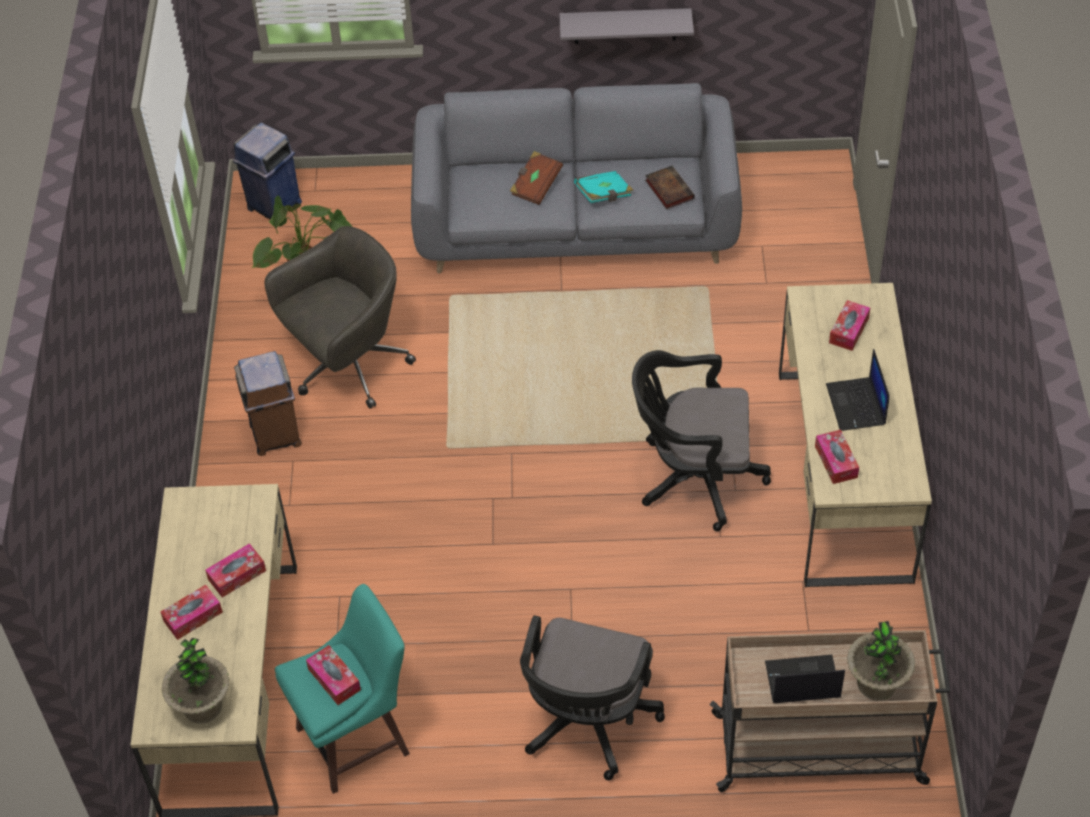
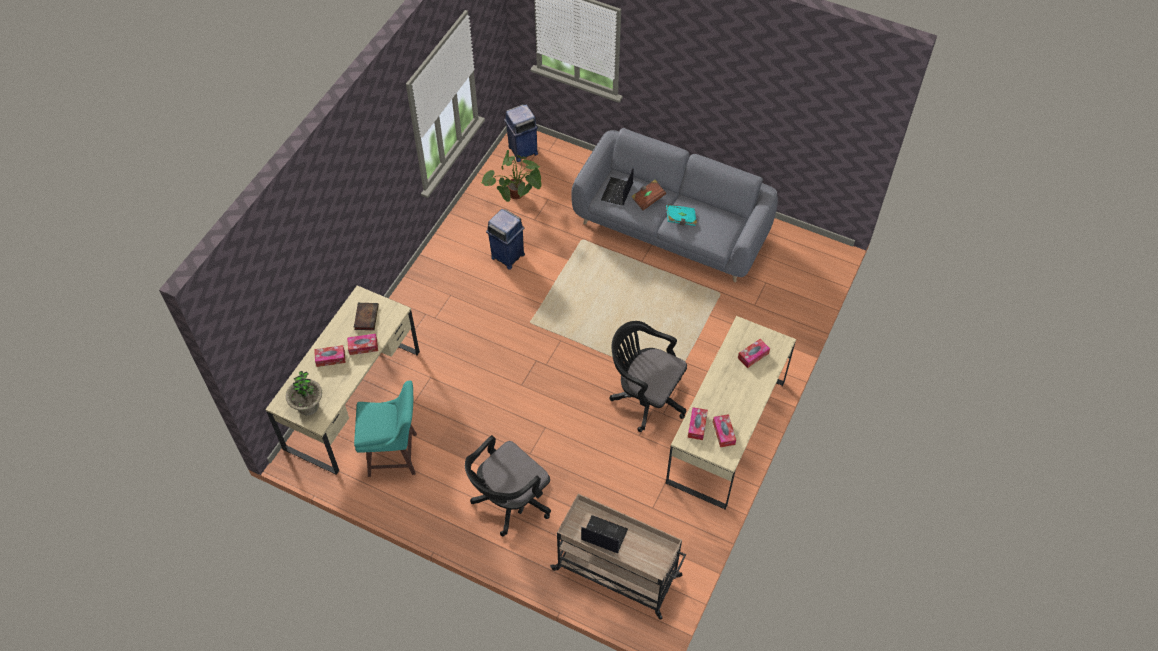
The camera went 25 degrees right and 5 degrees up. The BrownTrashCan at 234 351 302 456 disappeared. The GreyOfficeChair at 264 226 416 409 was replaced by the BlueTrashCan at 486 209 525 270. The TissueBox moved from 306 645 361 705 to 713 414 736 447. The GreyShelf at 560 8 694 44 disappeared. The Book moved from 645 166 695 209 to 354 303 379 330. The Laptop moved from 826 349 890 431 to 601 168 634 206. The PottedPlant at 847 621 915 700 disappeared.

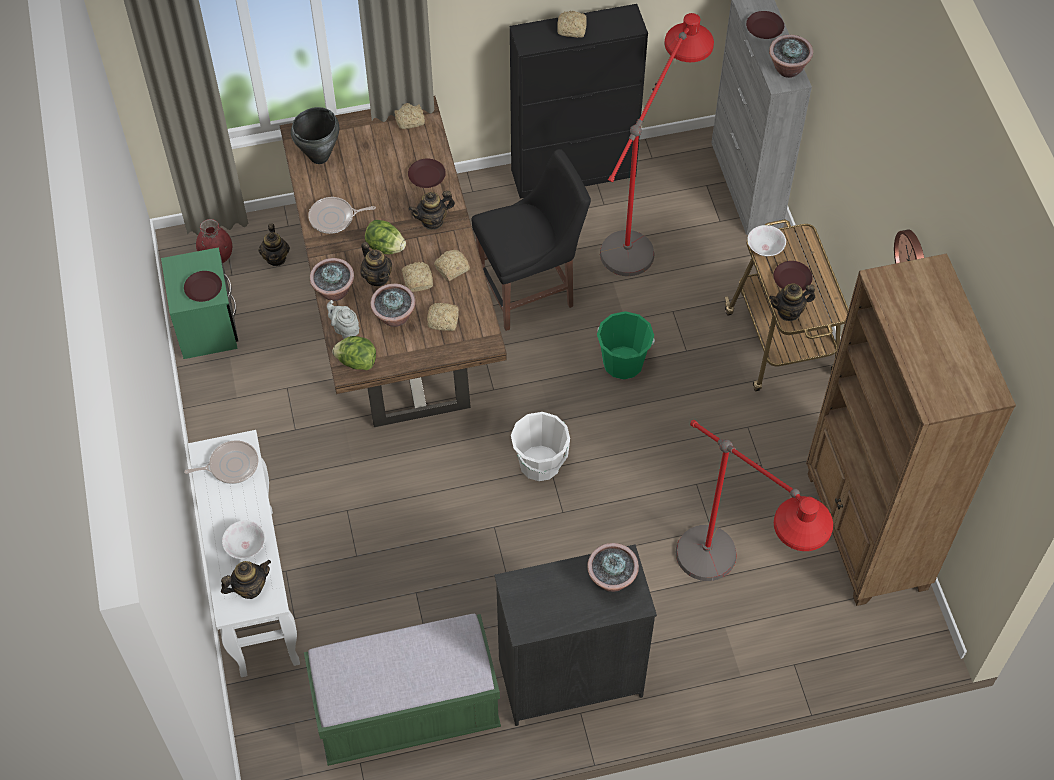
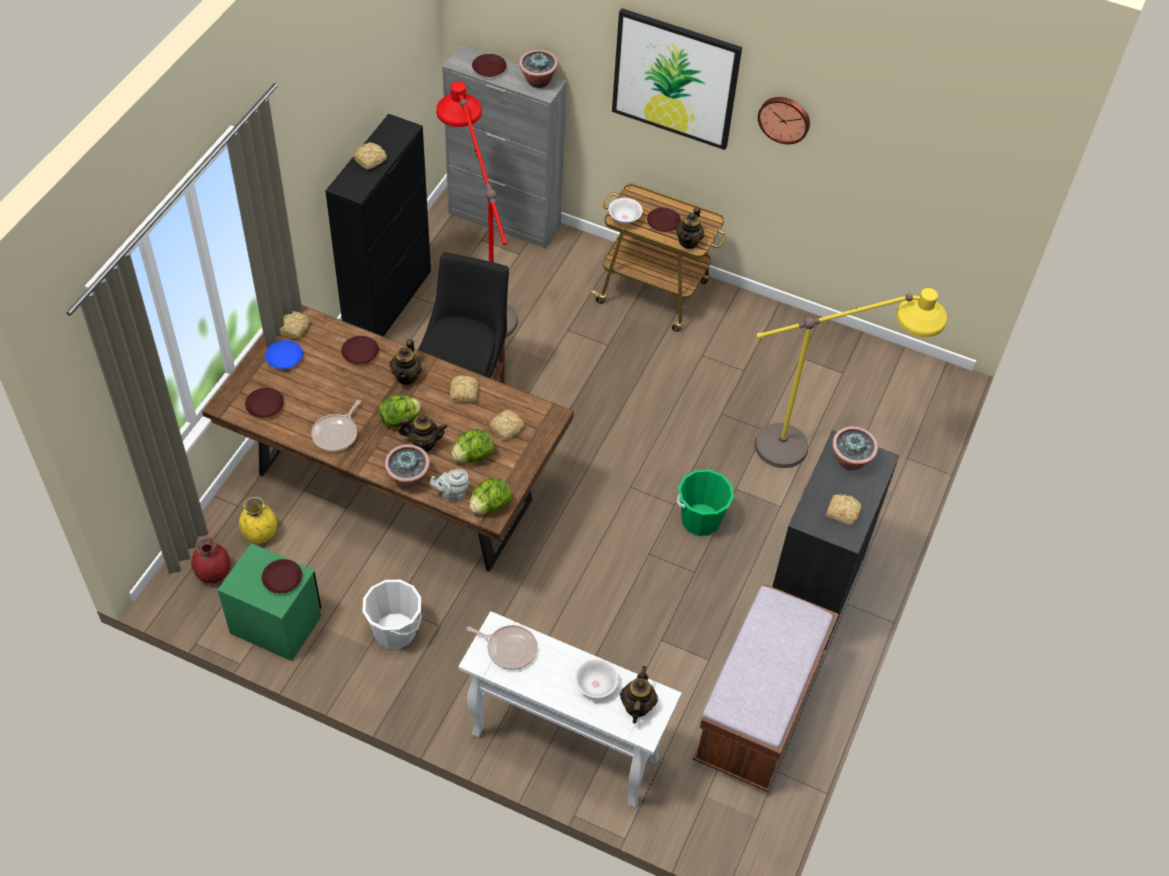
The camera went 55 degrees left and 5 degrees down. The FryingPan at 184 440 259 484 turned 90 degrees clockwise. The Teapot at 259 223 290 266 was replaced by the YellowVase at 239 497 277 543. The BlackCookingPot at 291 107 339 164 was replaced by the BrownPlate at 245 388 284 418. The GreenBench at 304 614 501 766 became the BrownBench at 693 584 839 792. The PottedPlant at 370 284 416 327 was replaced by the Lettuce at 452 429 494 463. The Bread moved from 402 262 433 292 to 826 494 861 526. The WhiteBucket moved from 511 412 570 481 to 362 580 422 649. The GreenBucket moved from 597 311 655 380 to 676 470 734 536. The RedFloorLamp at 676 420 833 581 became the YellowFloorLamp at 755 288 947 468. The BrownBookcase at 806 253 1016 606 disappeared. The BluePlate at 265 340 303 369 appeared. The Picture at 612 8 742 150 appeared.

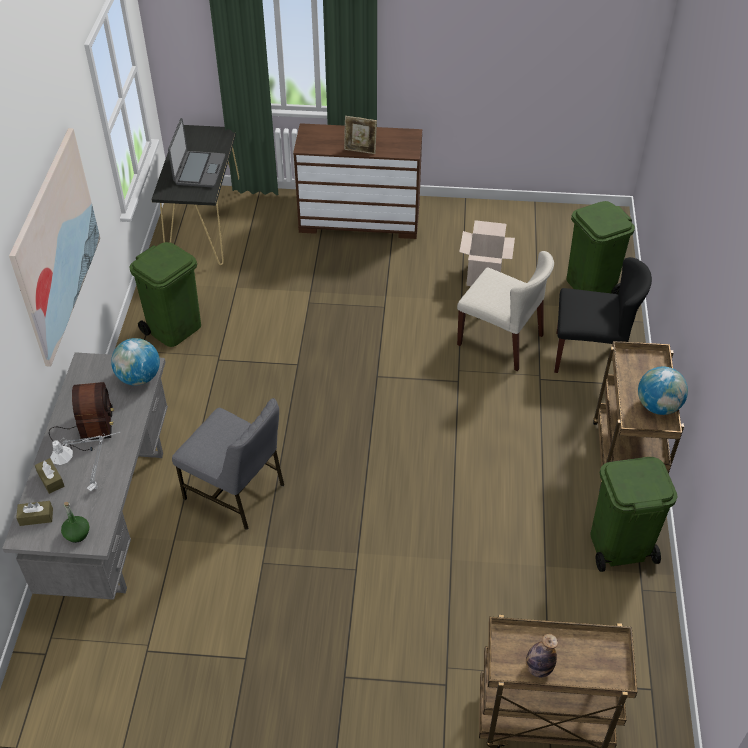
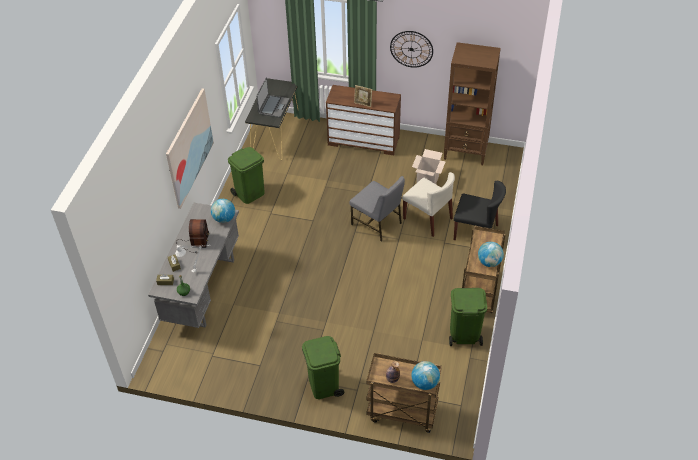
The camera went 10 degrees right and 0 degrees up. The GreyChair moved from 172 398 284 530 to 349 176 405 242. The GreenTrashCan moved from 567 201 635 295 to 302 336 344 399. The WallClock at 390 31 433 68 appeared. The Globe at 412 361 440 390 appeared. The BrownBookcase at 444 42 501 165 appeared.

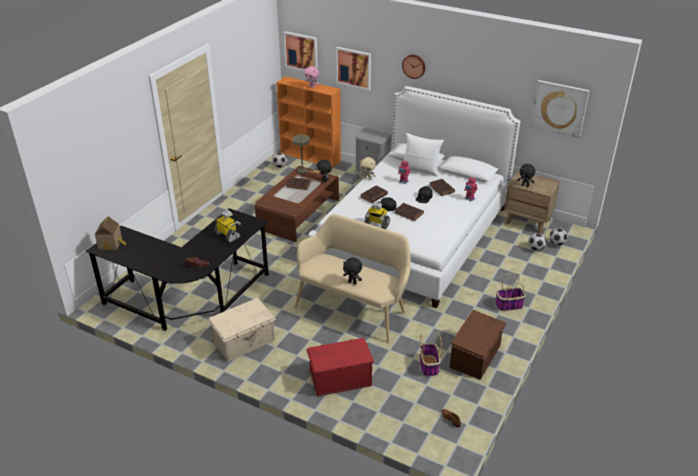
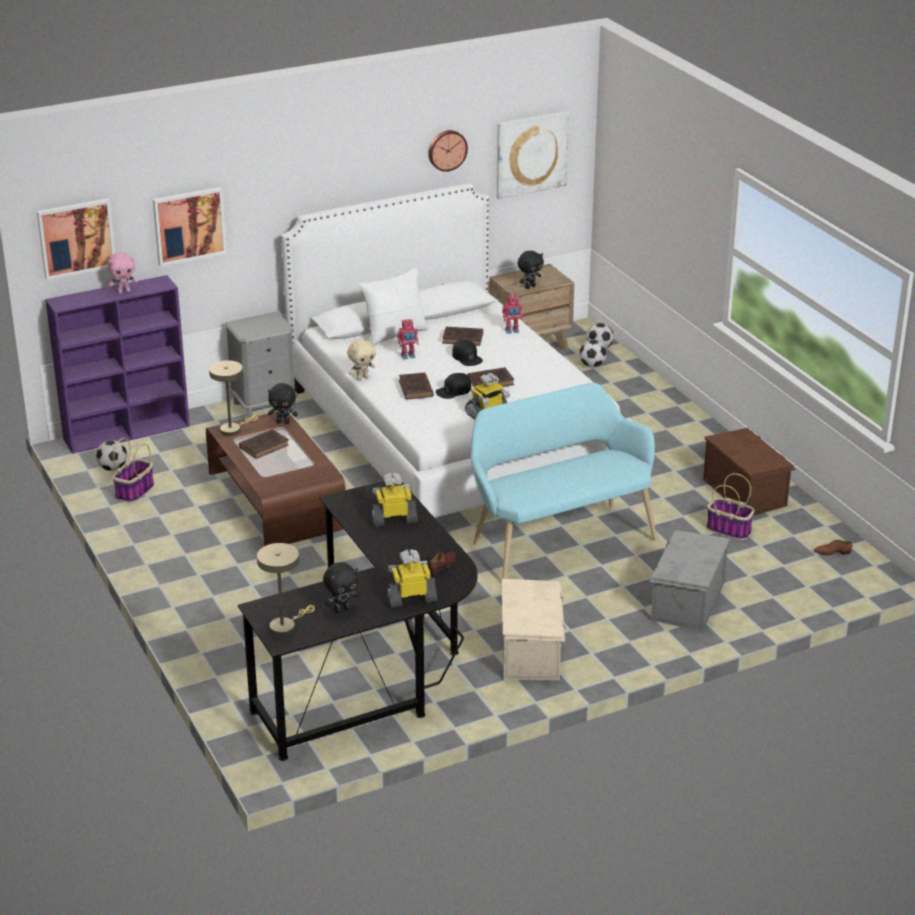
The camera went 55 degrees left and 5 degrees down. The ToyHouse at 95 216 126 250 was replaced by the BeigeTableLamp at 257 543 315 636. The OrangeBookcase at 276 76 341 168 became the PurpleBookcase at 45 275 190 454. The BeigeBench at 295 214 411 343 became the TurquoiseBench at 471 383 657 579. The RedStorageBox at 306 338 375 396 became the GreyStorageBox at 649 530 730 631. The BlackPlushToy moved from 343 258 362 284 to 323 562 359 613. The WallClock moved from 402 55 425 79 to 428 130 468 172. The Basket moved from 495 273 526 311 to 112 438 154 503. The ToyRobot at 387 550 437 608 appeared.

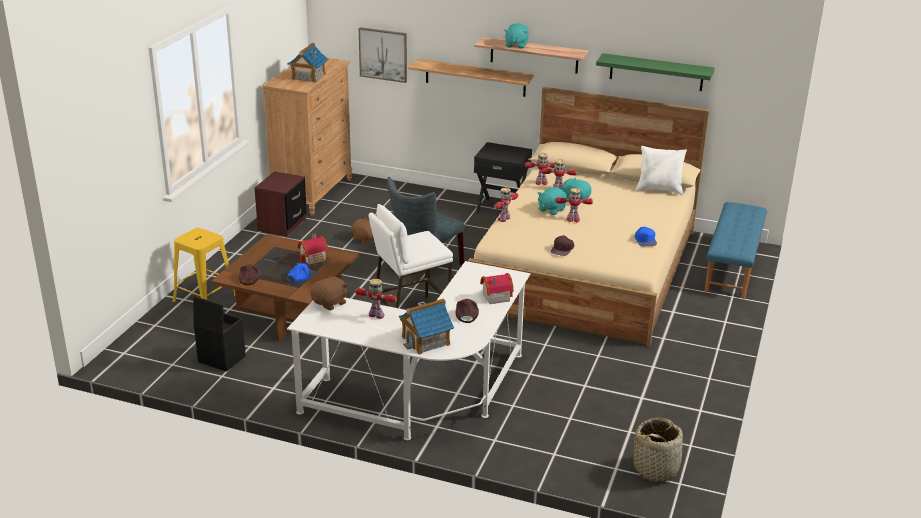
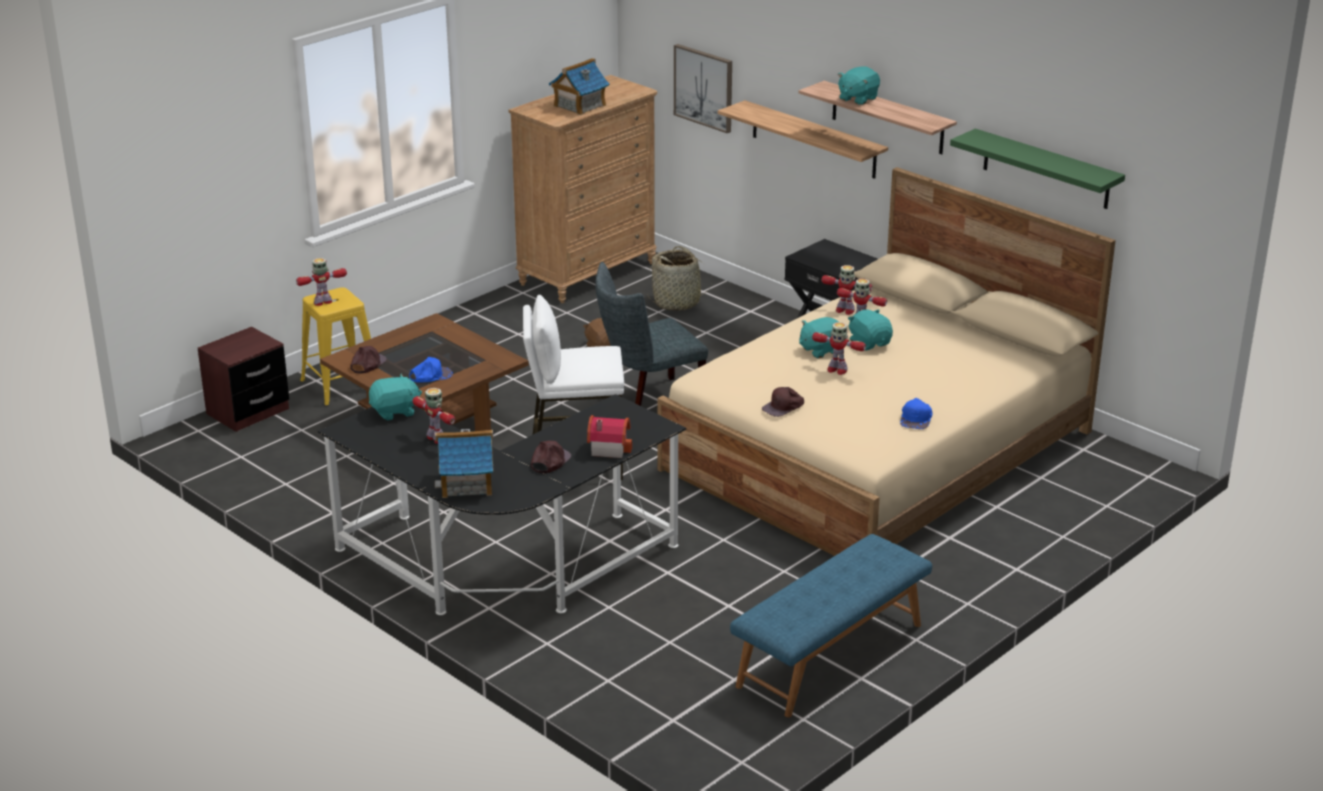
The camera went 25 degrees right and 0 degrees up. The BlackStorageBox at 193 296 246 372 disappeared. The BrownNightstand moved from 255 171 307 237 to 198 327 289 432. The WhiteDesk at 287 261 530 440 became the BlackDesk at 318 394 686 615. The ToyHouse at 297 233 328 266 disappeared. The BrownPlushToy at 310 275 347 311 became the TurquoisePlushToy at 369 373 422 421. The ToyRobot moved from 494 188 518 222 to 296 258 347 306. The Basket moved from 633 417 685 483 to 648 246 712 311. The WhitePillow at 636 146 687 195 disappeared. The BlueBench moved from 705 202 767 299 to 730 534 932 717.

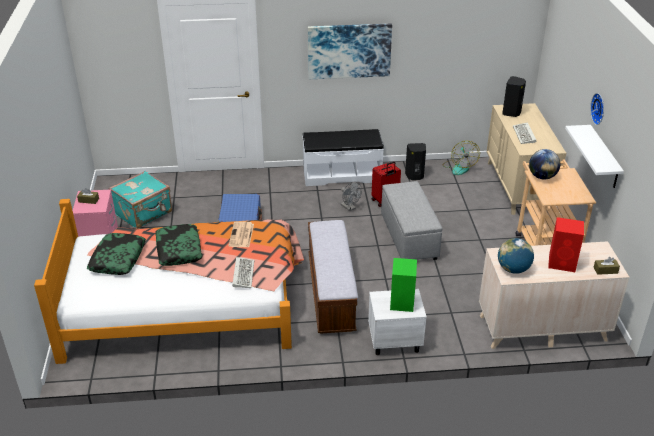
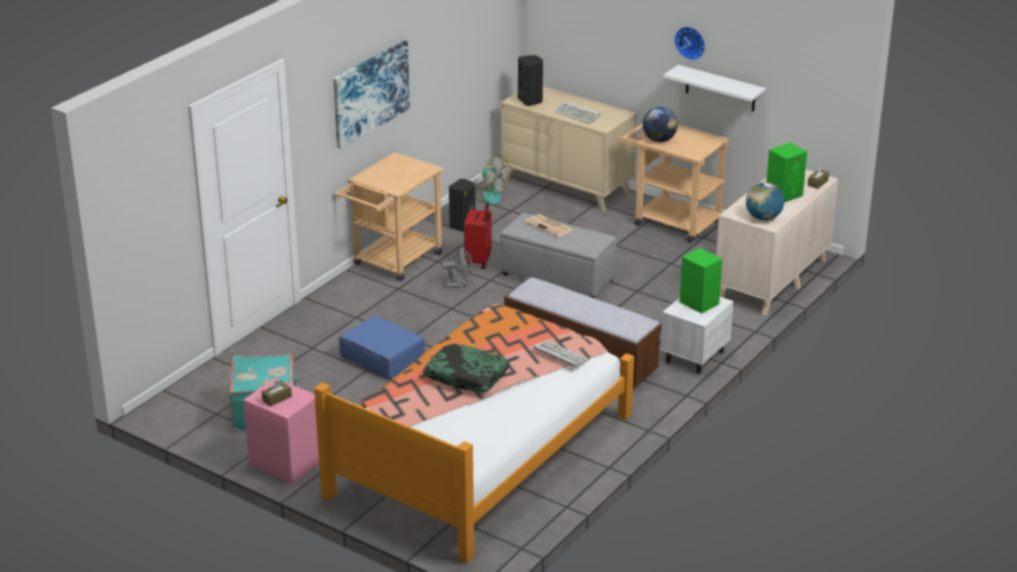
The camera went 50 degrees left and 5 degrees down. The Pillow at 87 233 146 275 disappeared. The Newspaper moved from 229 221 254 247 to 525 214 574 237. The WhiteBench at 302 129 384 186 was replaced by the BeigeCart at 335 152 444 281. The RedSpeaker at 548 217 584 272 became the GreenSpeaker at 766 143 807 203.

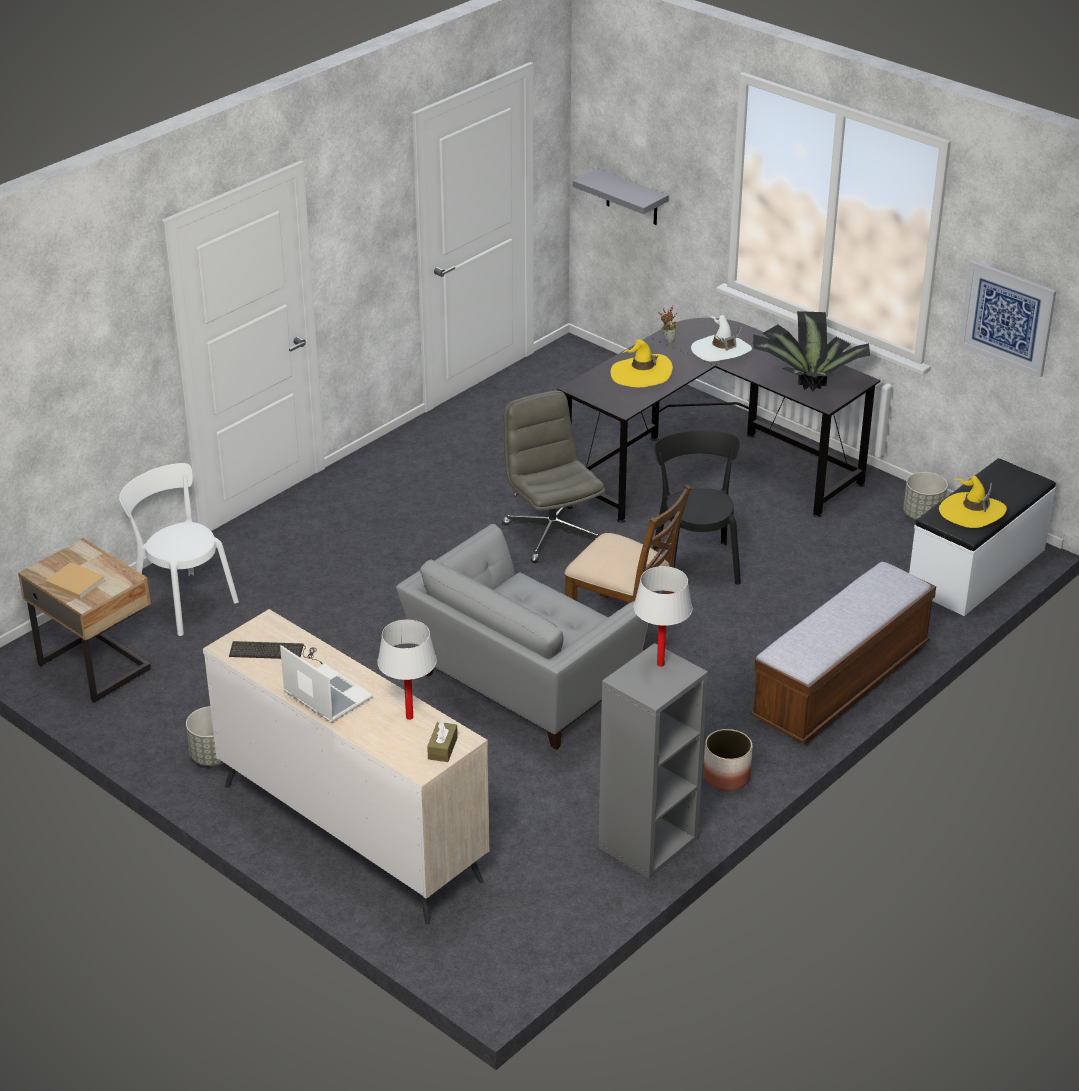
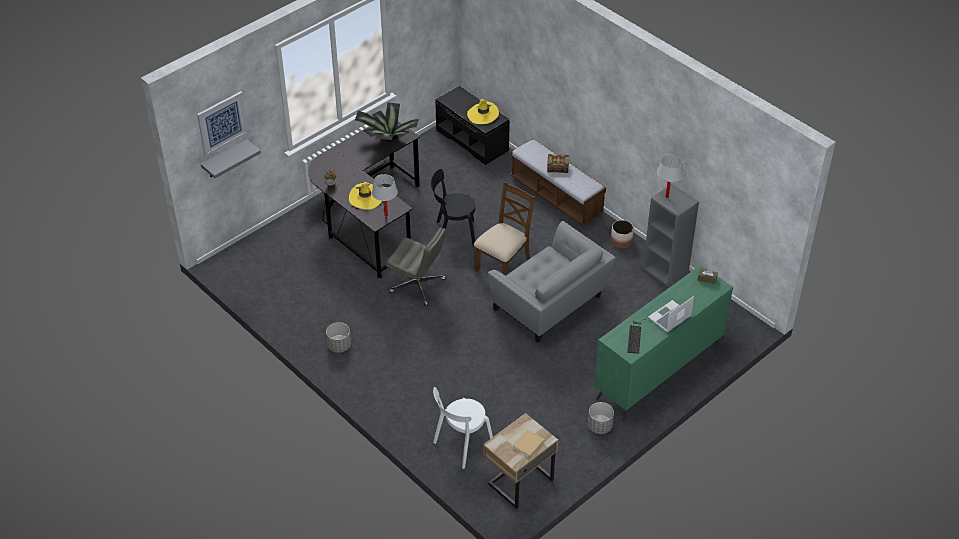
The camera went 85 degrees left and 10 degrees up. The BeigeDresser at 203 609 489 924 became the GreenDresser at 594 265 733 421. The WhiteTableLamp moved from 377 619 437 720 to 372 174 398 217. The GreyOfficeChair at 502 390 605 563 turned 135 degrees counterclockwise. The WhiteHat at 691 315 752 362 disappeared. The GreyPlanter moved from 903 472 948 520 to 326 322 351 353. The WhiteBench at 909 458 1056 616 became the BlackBench at 435 86 510 165. The Picture moved from 958 260 1056 378 to 197 91 248 156. The Book at 547 154 569 173 appeared.

